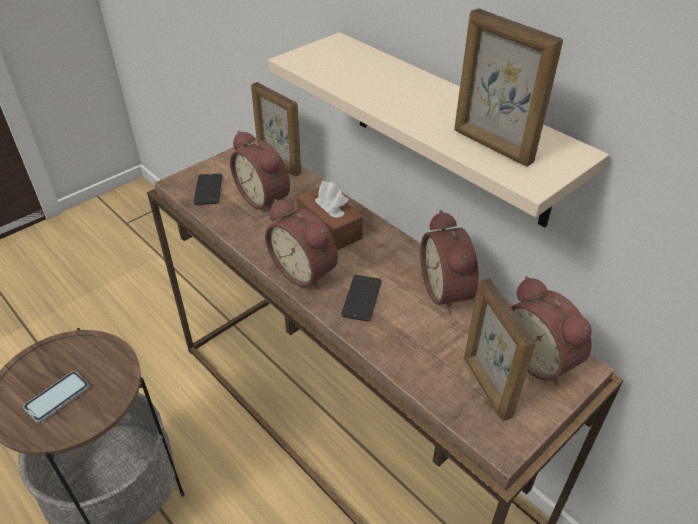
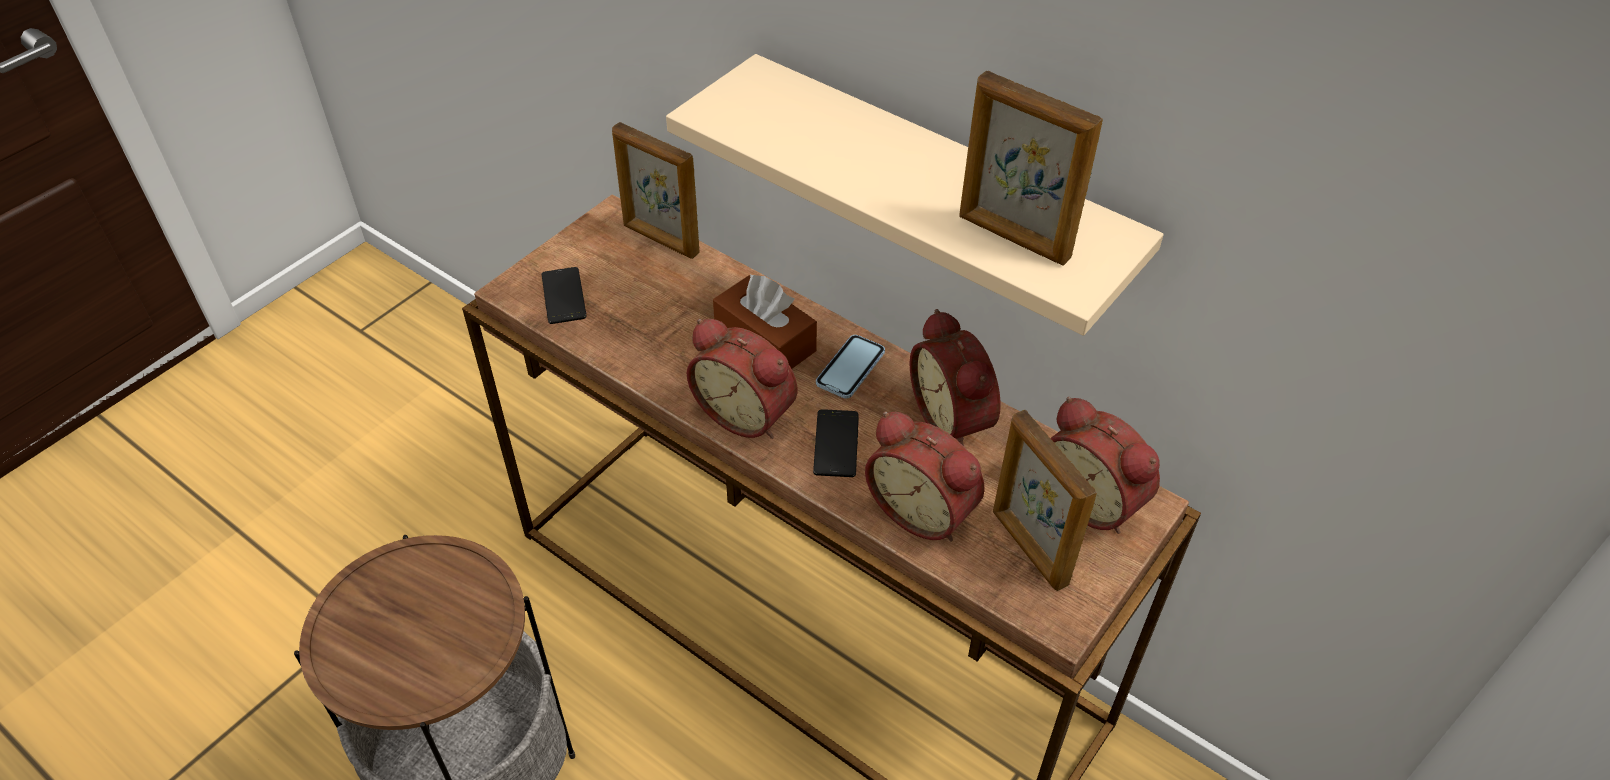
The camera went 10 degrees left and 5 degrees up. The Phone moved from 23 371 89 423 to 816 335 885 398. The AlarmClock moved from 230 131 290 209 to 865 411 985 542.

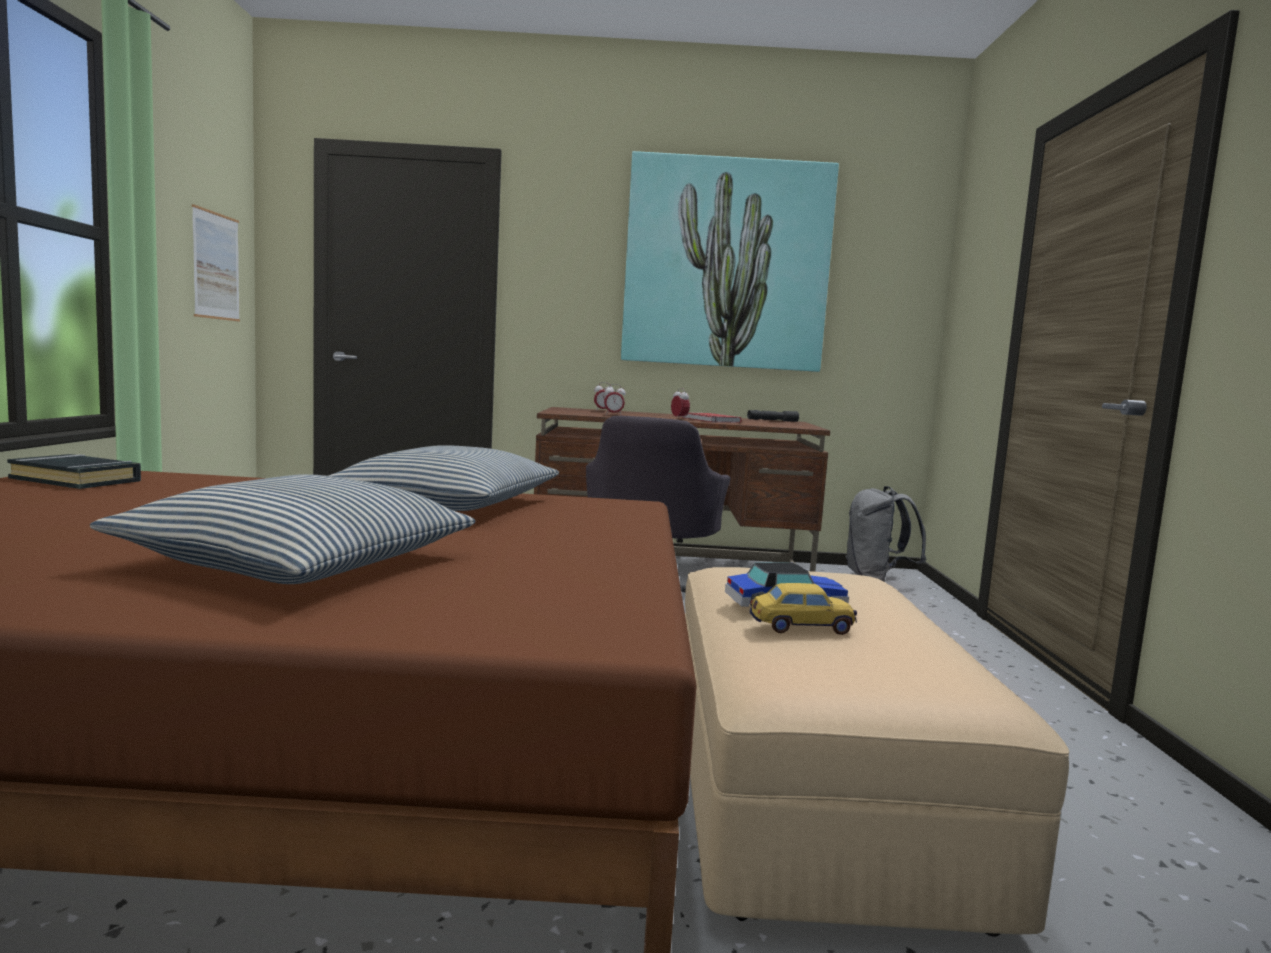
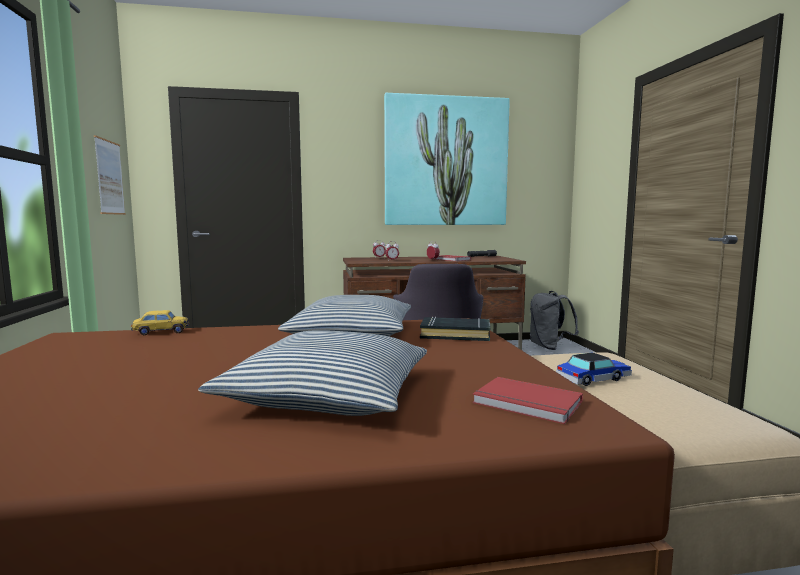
The camera went 10 degrees left and 0 degrees up. The BlackBook moved from 7 454 141 489 to 420 317 490 341. The ToyCar moved from 750 583 857 635 to 131 310 189 335. The RedBook at 472 377 583 424 appeared.

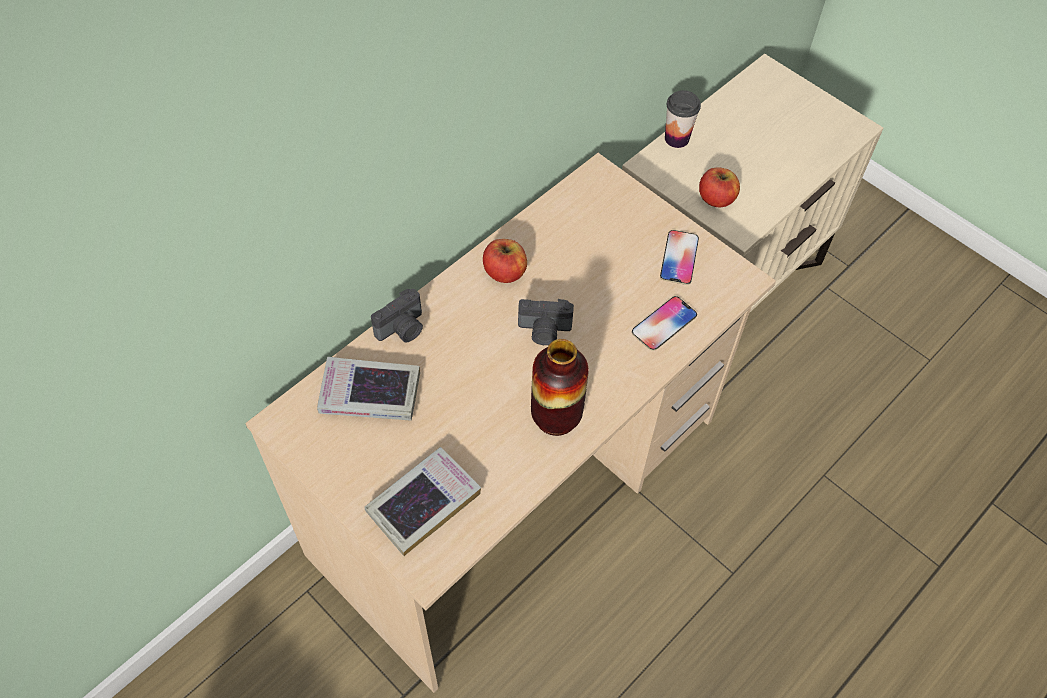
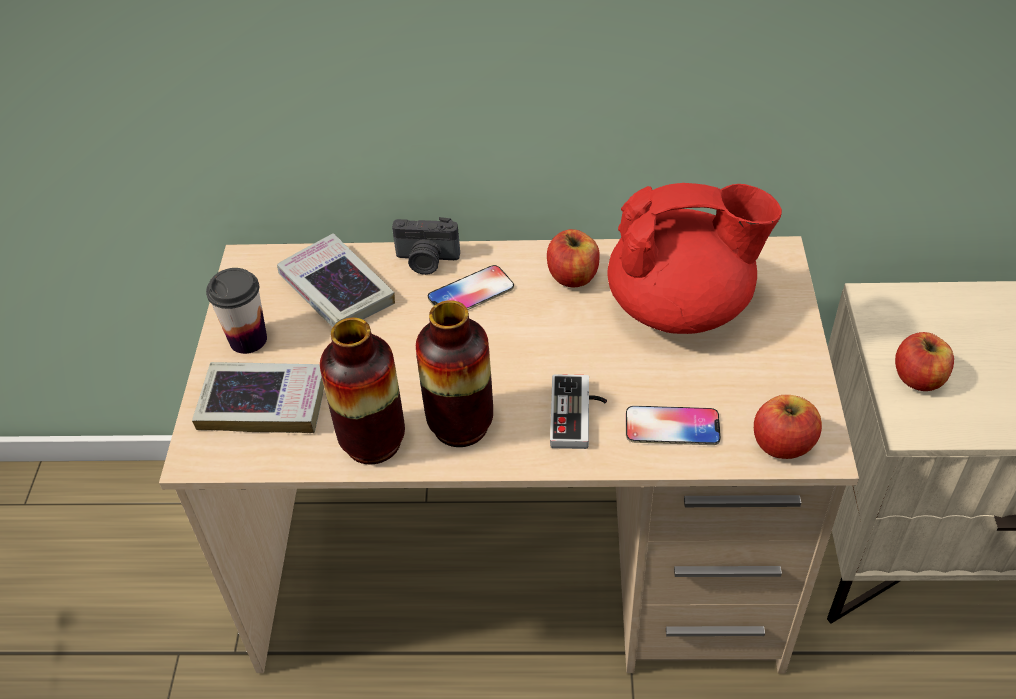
The camera went 50 degrees right and 10 degrees down. The PhotoCamera at 518 299 574 345 disappeared. The Phone moved from 660 230 699 285 to 428 265 514 310. The Cup moved from 665 90 701 148 to 206 268 267 354. The Vase at 320 318 405 465 appeared. The GameController at 550 374 607 449 appeared. The RedTeapot at 607 183 782 334 appeared. The Apple at 754 395 822 459 appeared.

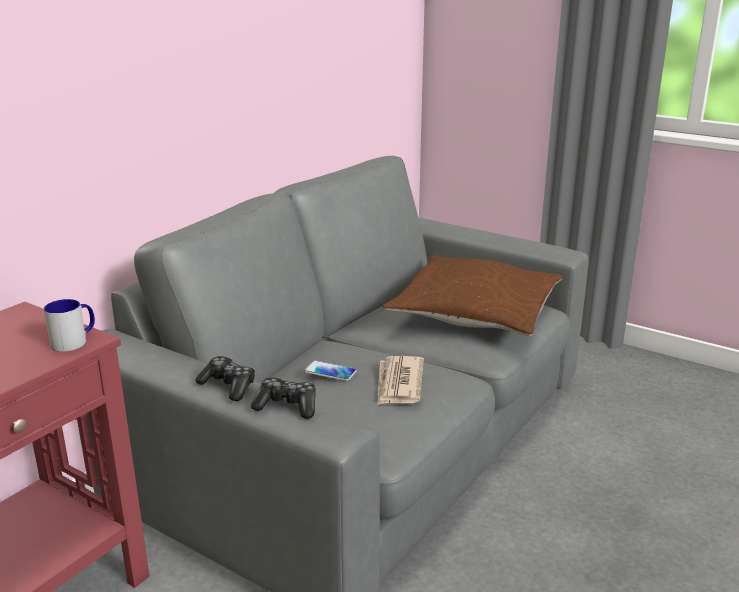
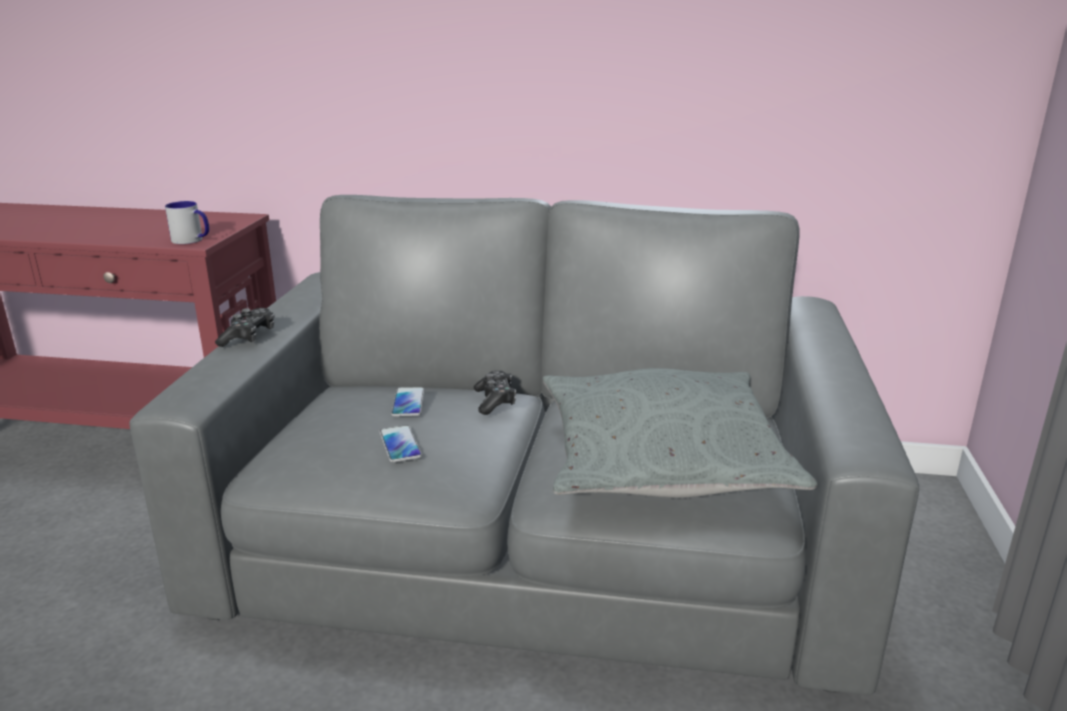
The camera went 65 degrees right and 0 degrees up. The GameController moved from 251 377 316 419 to 474 370 516 415. The Newspaper at 378 356 424 405 was replaced by the Phone at 380 425 422 462. The BrownPillow at 382 255 563 336 became the GreyPillow at 543 368 817 498.

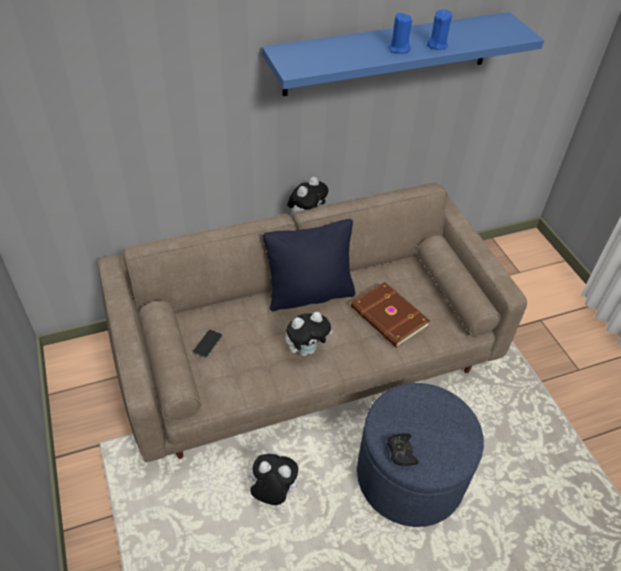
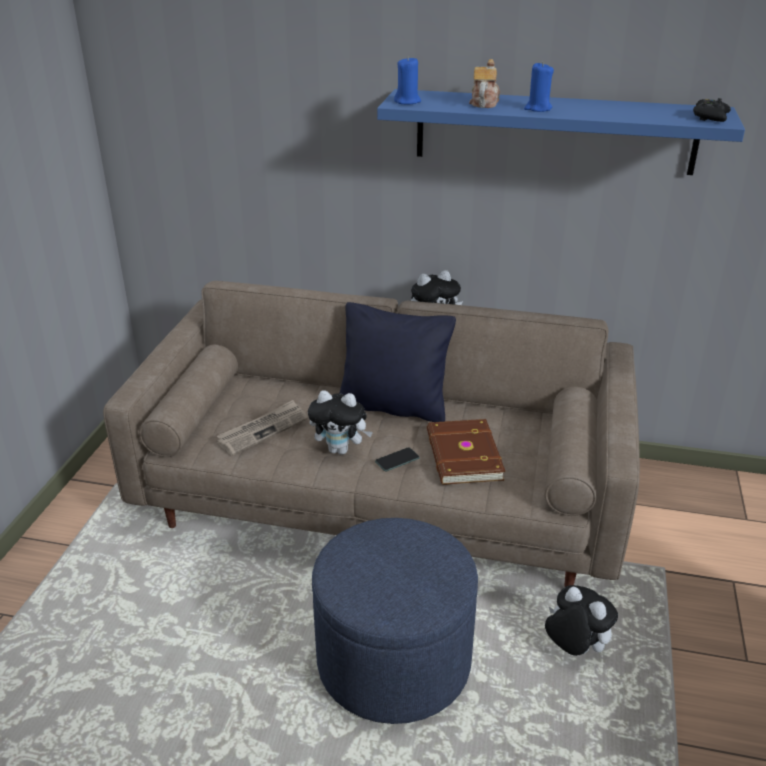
The camera went 35 degrees right and 15 degrees down. The Phone moved from 193 330 222 358 to 375 447 420 471. The PlushToy moved from 247 454 298 505 to 545 585 618 656. The BlackGameController moved from 387 433 418 466 to 693 98 731 122. The BlueCandle moved from 427 9 452 50 to 394 56 421 104. The Newspaper at 217 400 308 456 appeared. The Teapot at 469 59 500 108 appeared.

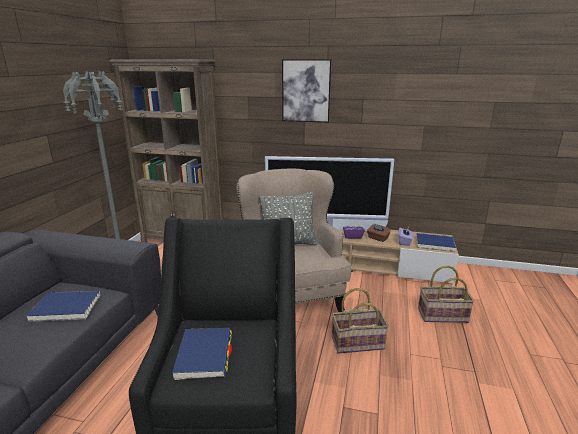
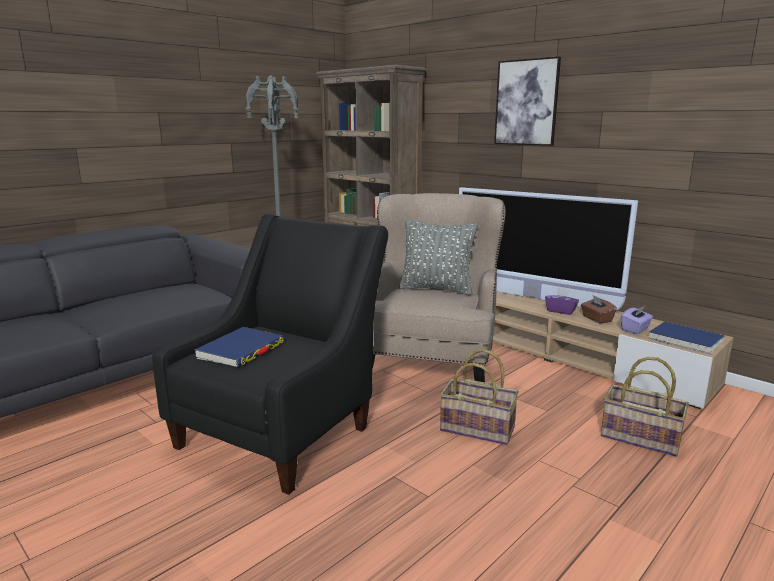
The camera went 30 degrees right and 5 degrees down. The BlueBook at 26 291 101 322 disappeared.

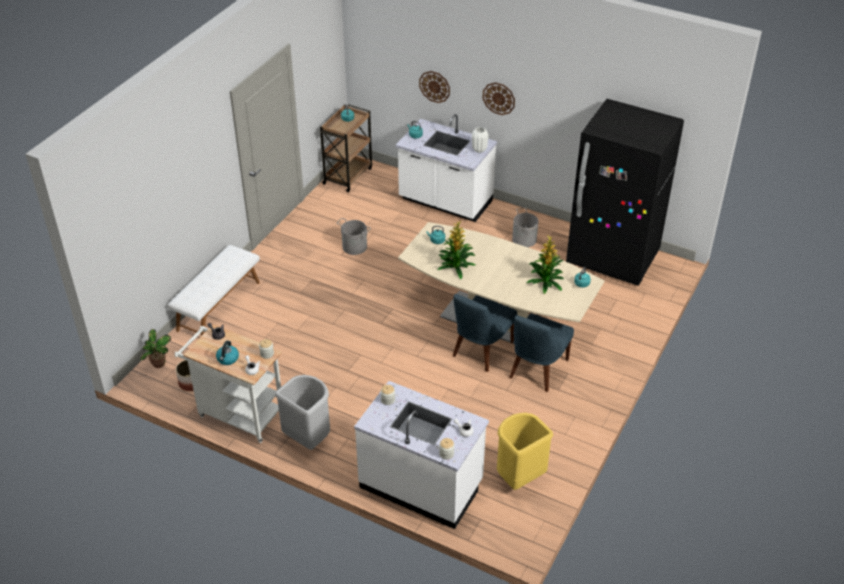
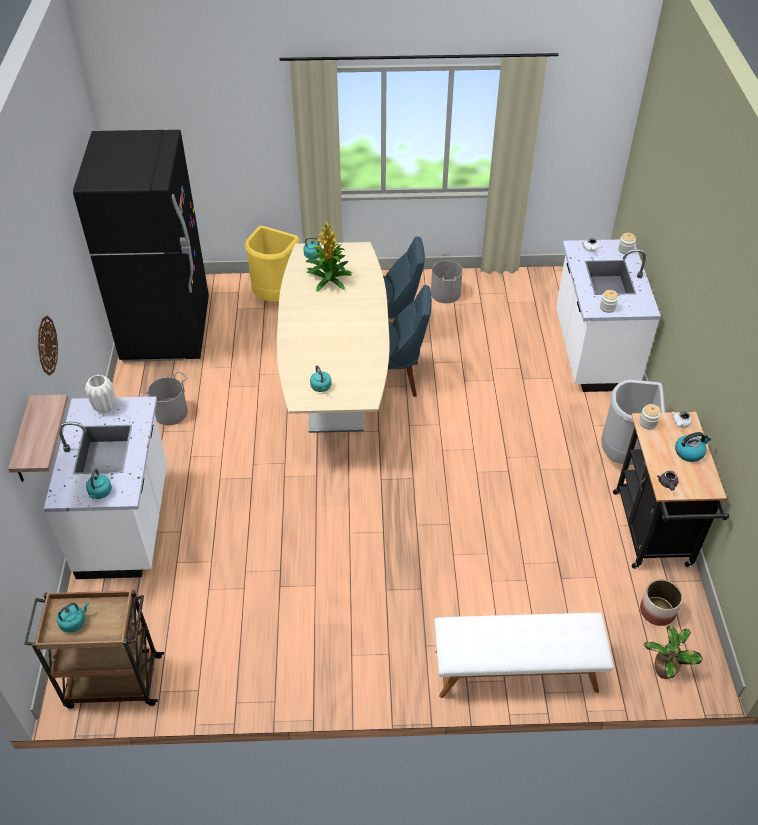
The camera went 120 degrees left and 5 degrees up. The WhiteCart at 174 324 282 443 became the BlackCart at 613 412 729 569. The GreyBucket moved from 337 218 371 255 to 431 254 463 303. The WallClock at 419 71 450 103 was replaced by the Shelf at 8 395 68 482. The PottedPlant at 437 221 475 279 disappeared. The YellowTrashCan moved from 497 413 553 490 to 245 226 299 302.

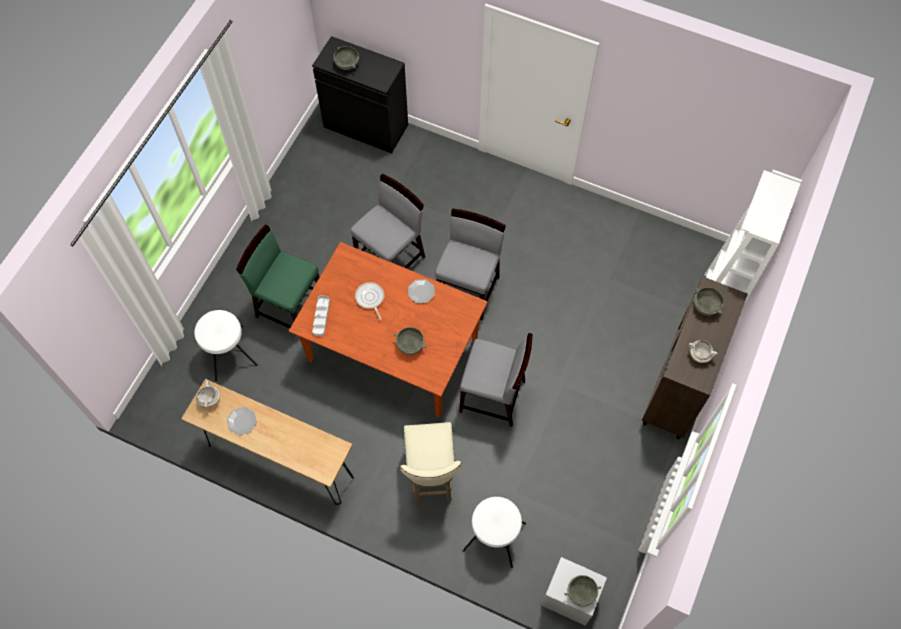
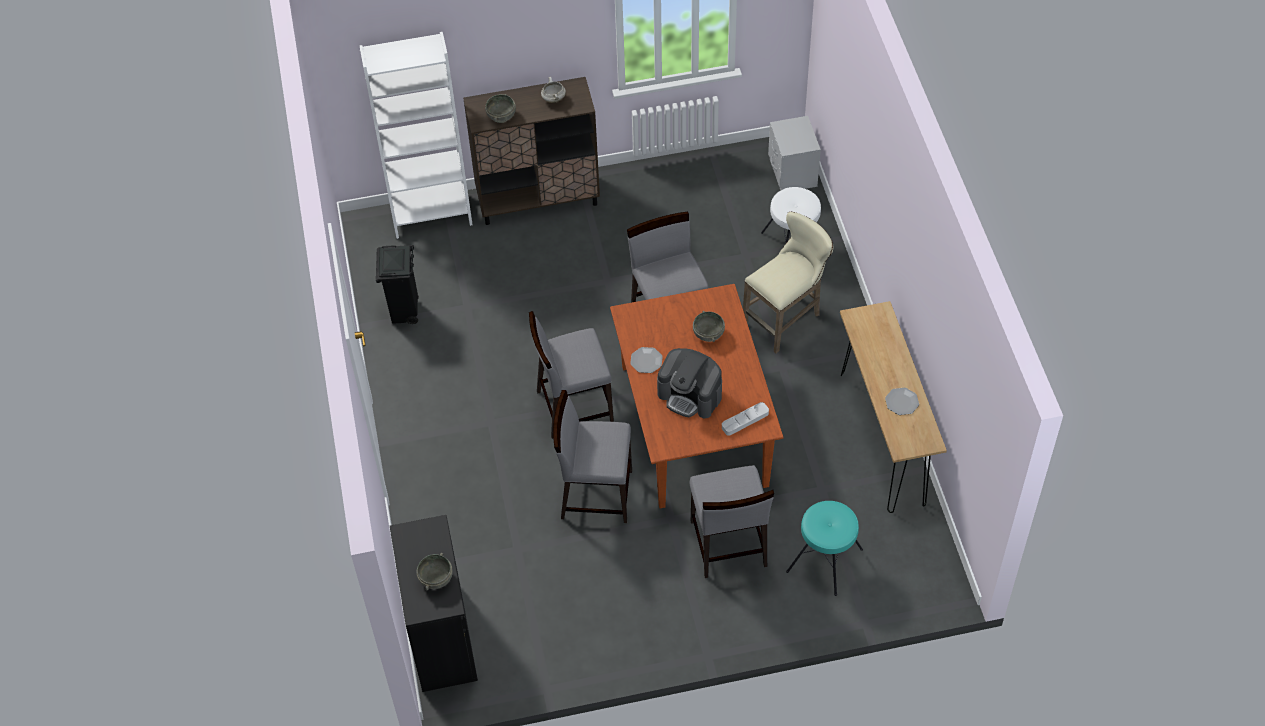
The camera went 125 degrees left and 10 degrees down. The WhiteStool at 194 310 258 381 became the TurquoiseStool at 786 501 863 596. The WhiteCookingPot at 196 381 220 408 disappeared. The GreenChair at 236 225 319 328 became the GreyChair at 690 465 774 578. The FryingPan at 355 282 384 320 was replaced by the CoffeeMachine at 657 348 722 418. The GreyBowl at 565 575 601 607 disappeared. The BlackTrashCan at 376 245 419 324 appeared.

